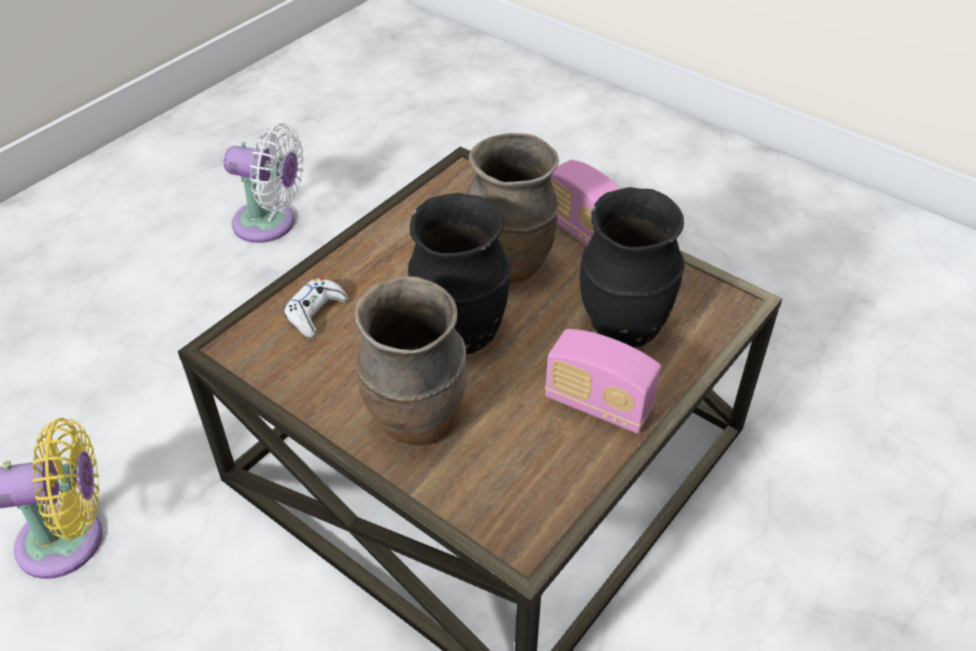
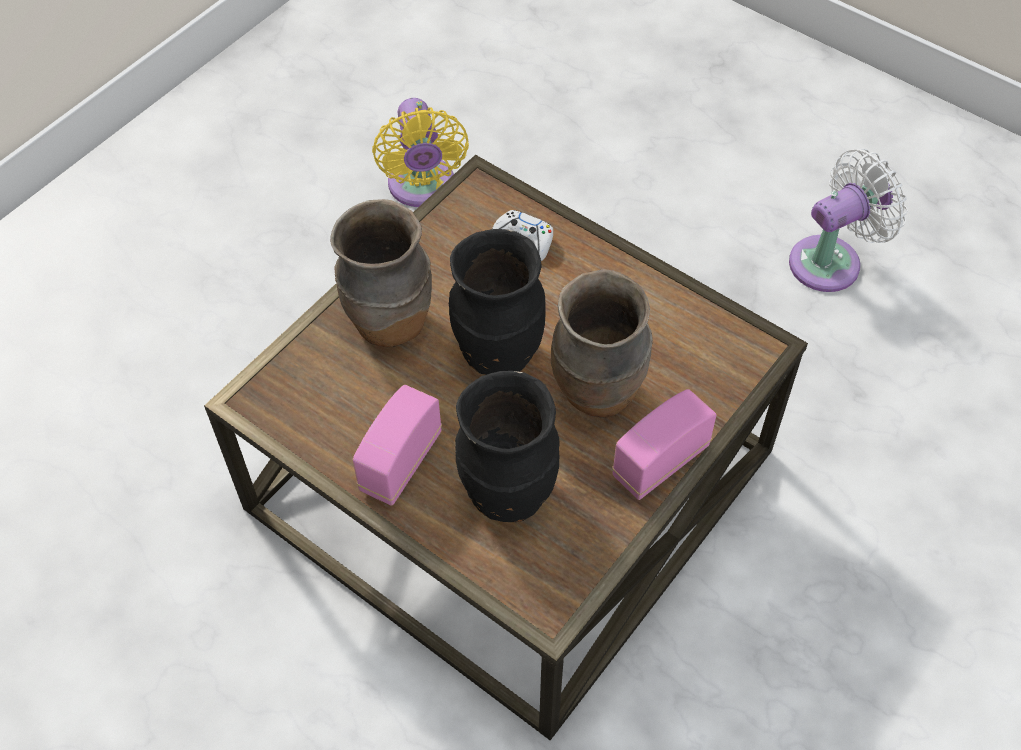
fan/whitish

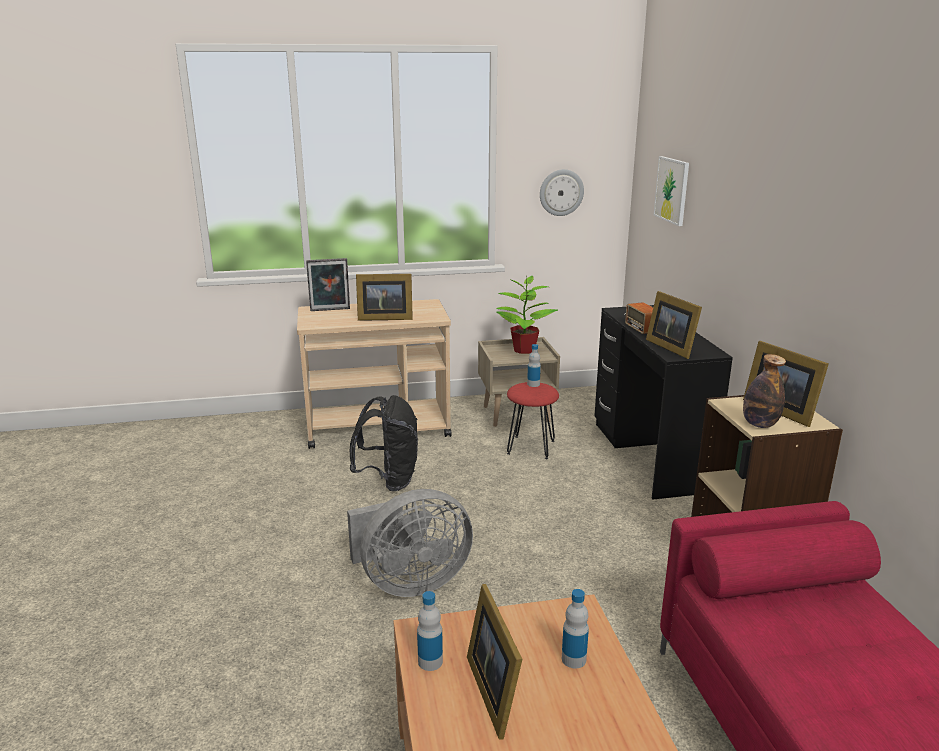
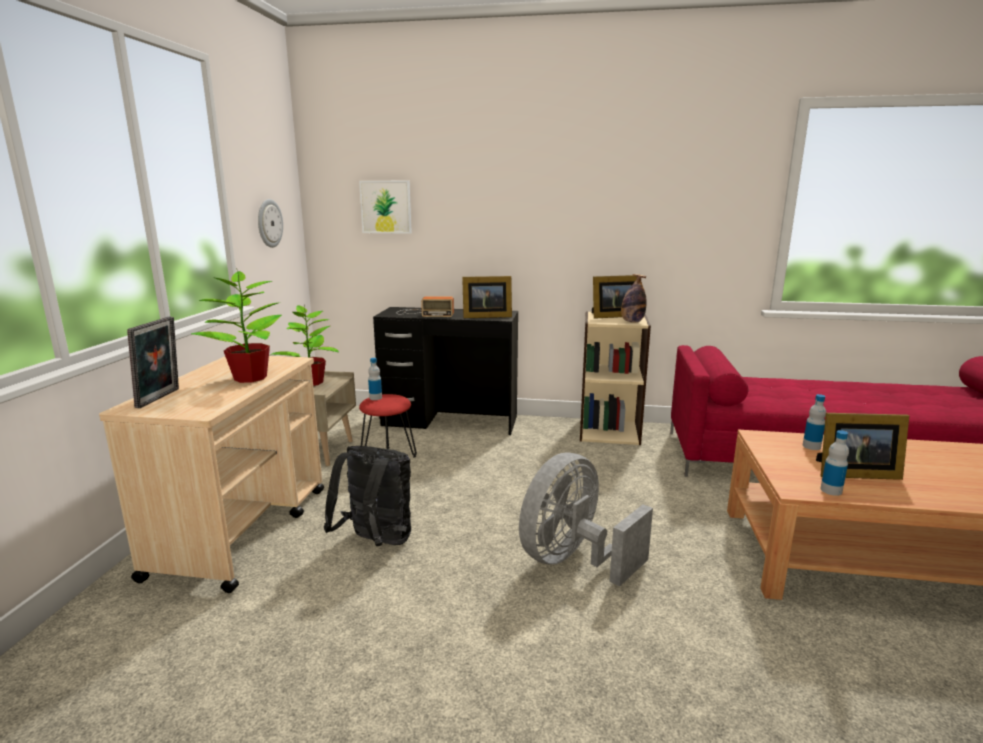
fan/greyish
houseplant (1st from left)

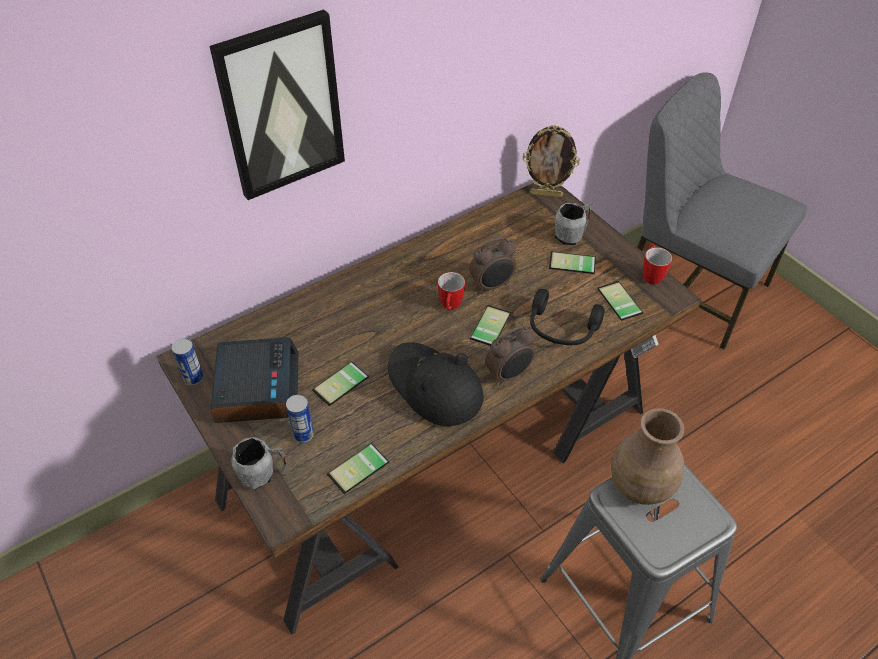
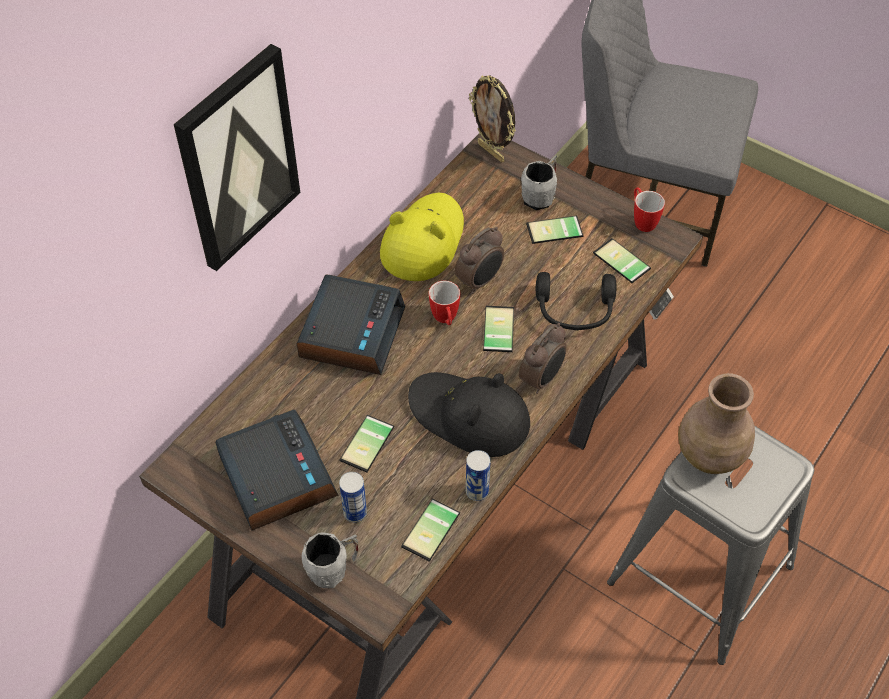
sealed can (2nd from left)
standing frame
alarm clock (2nd from left)
clothing hat/yellow

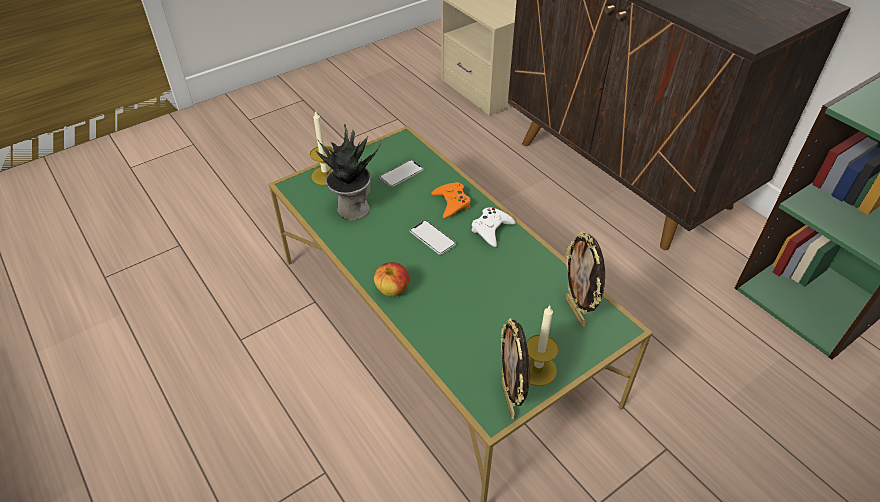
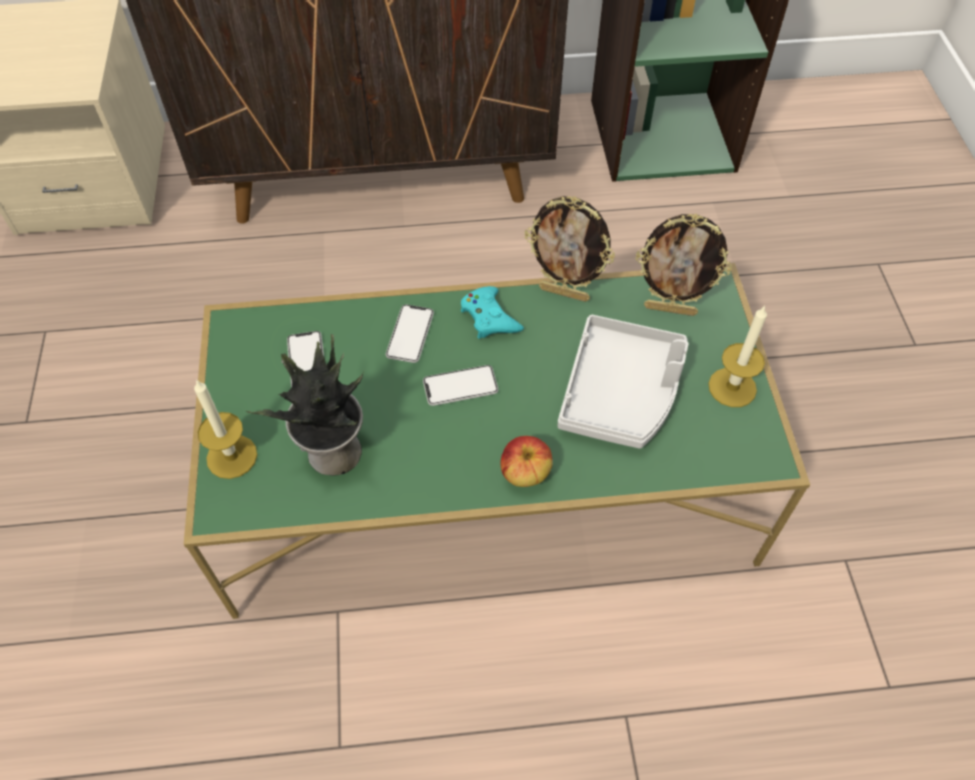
telephone (2nd from left)
game controller/turquoise
standing frame (1st from left)
serving tray/greyish

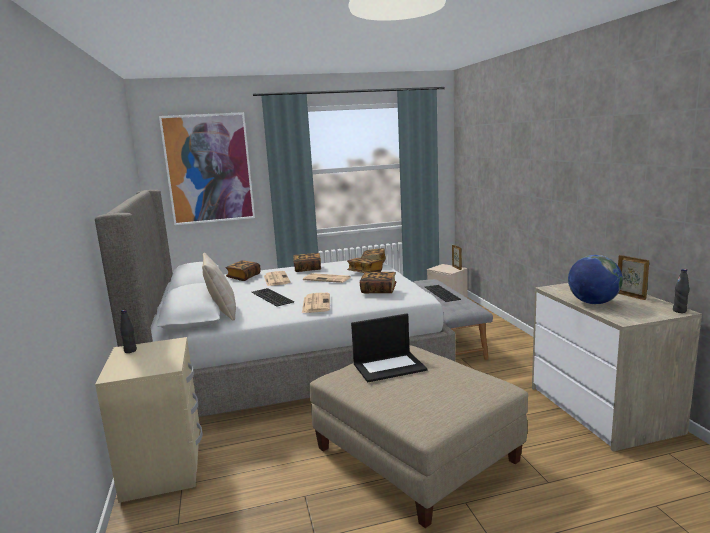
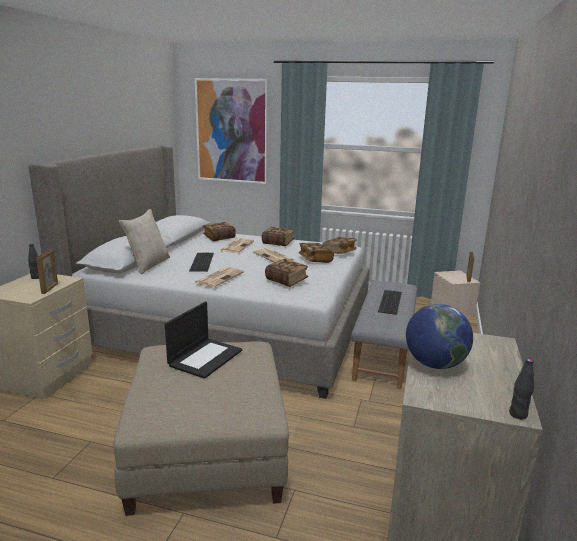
laptop
standing frame (1st from left)

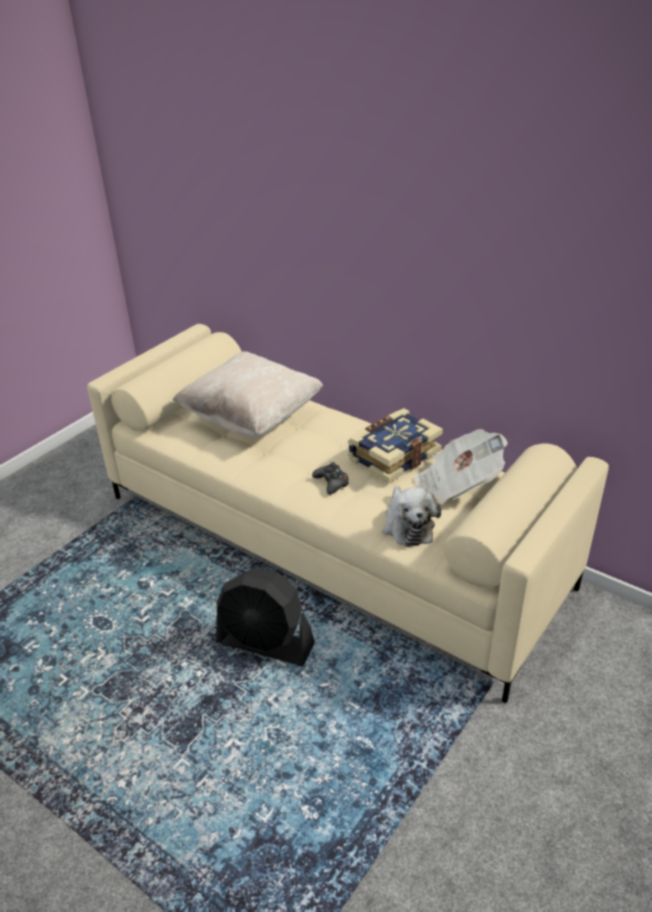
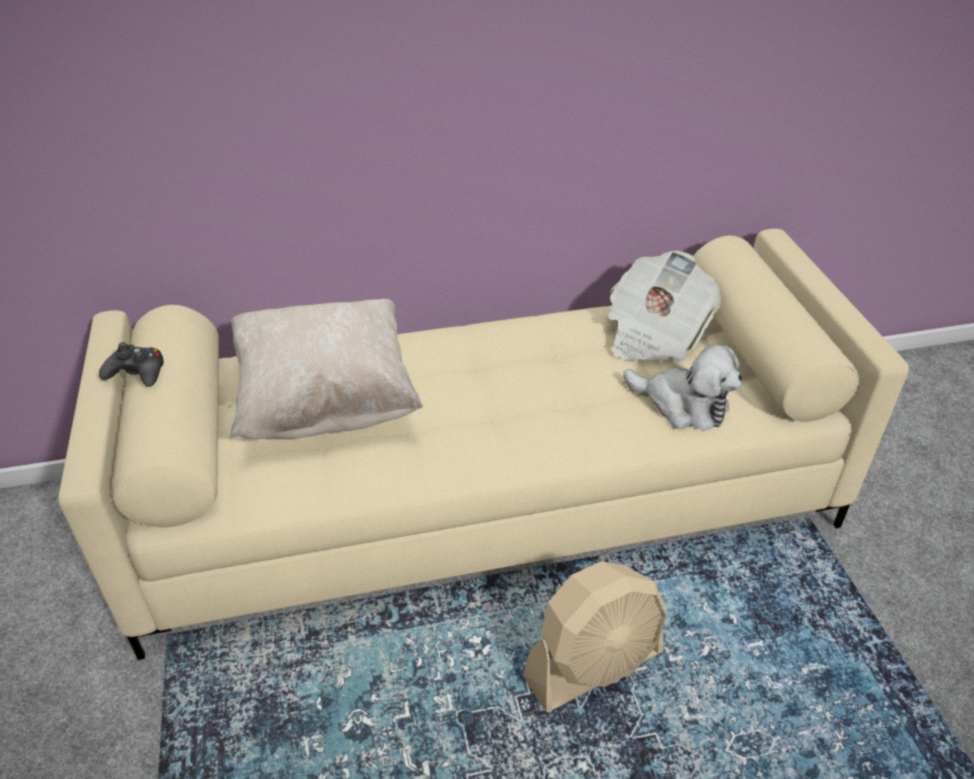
fan/sand-coloured
game controller/blackish
book

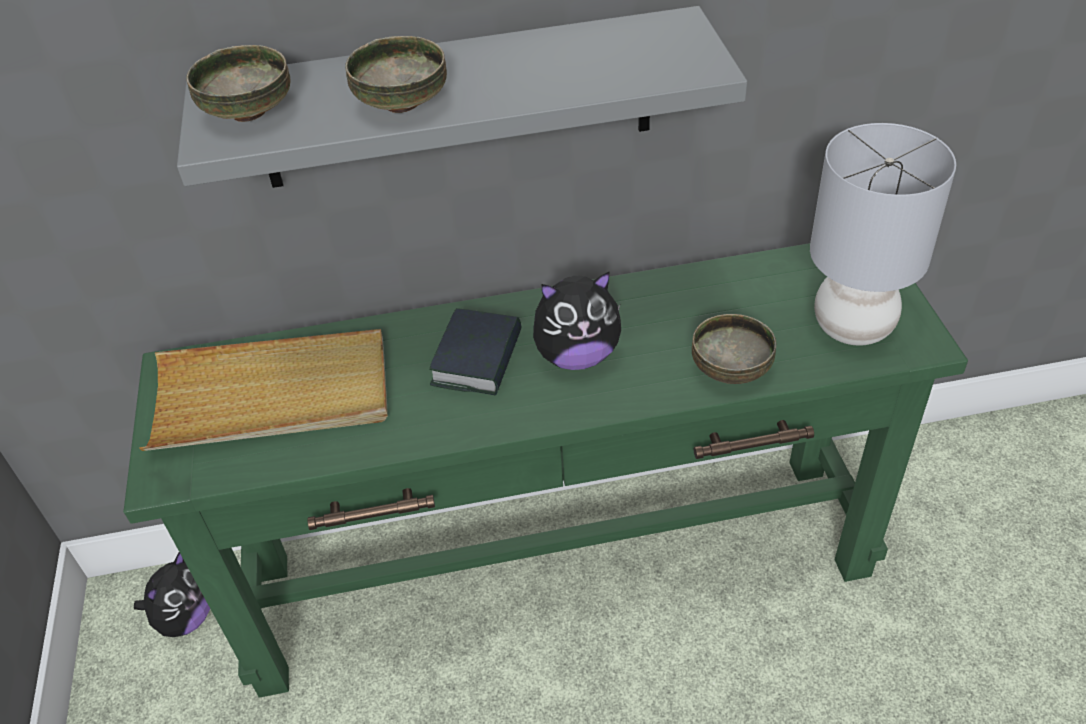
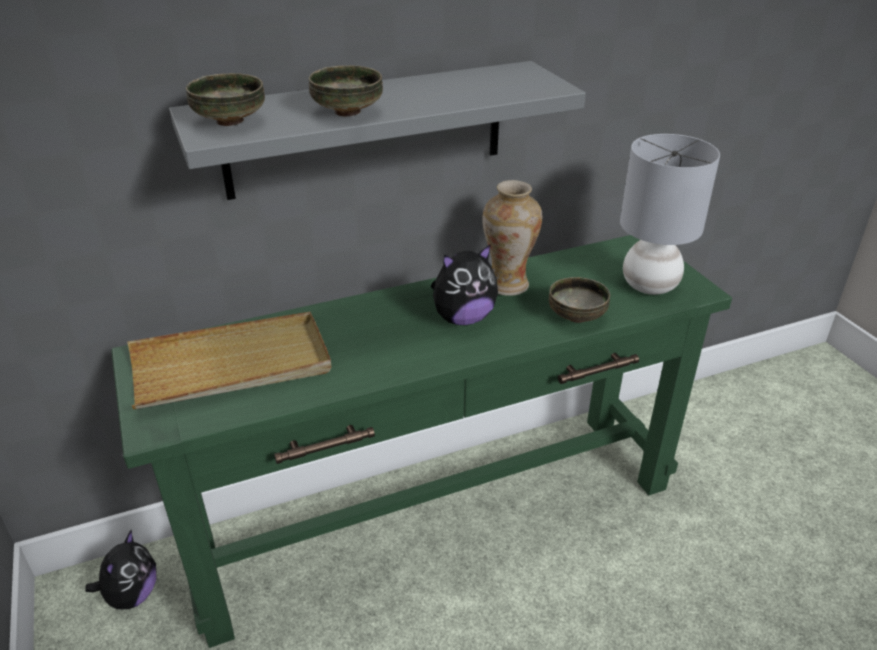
book
flower vase

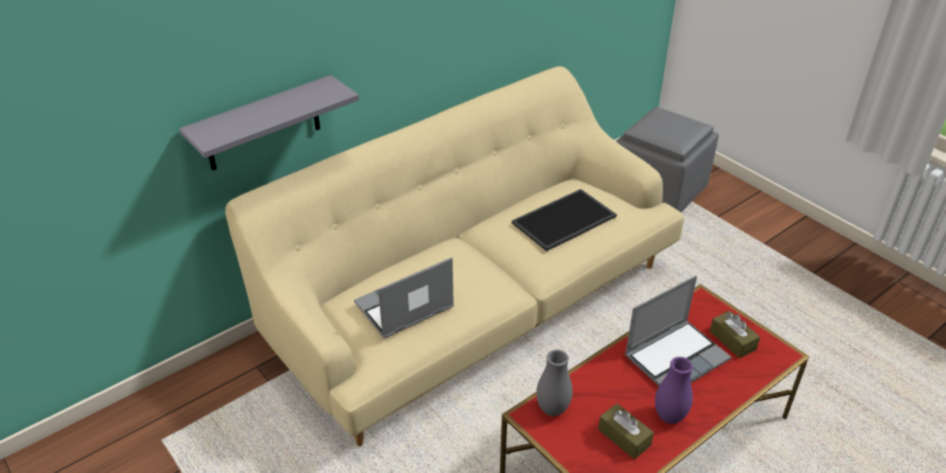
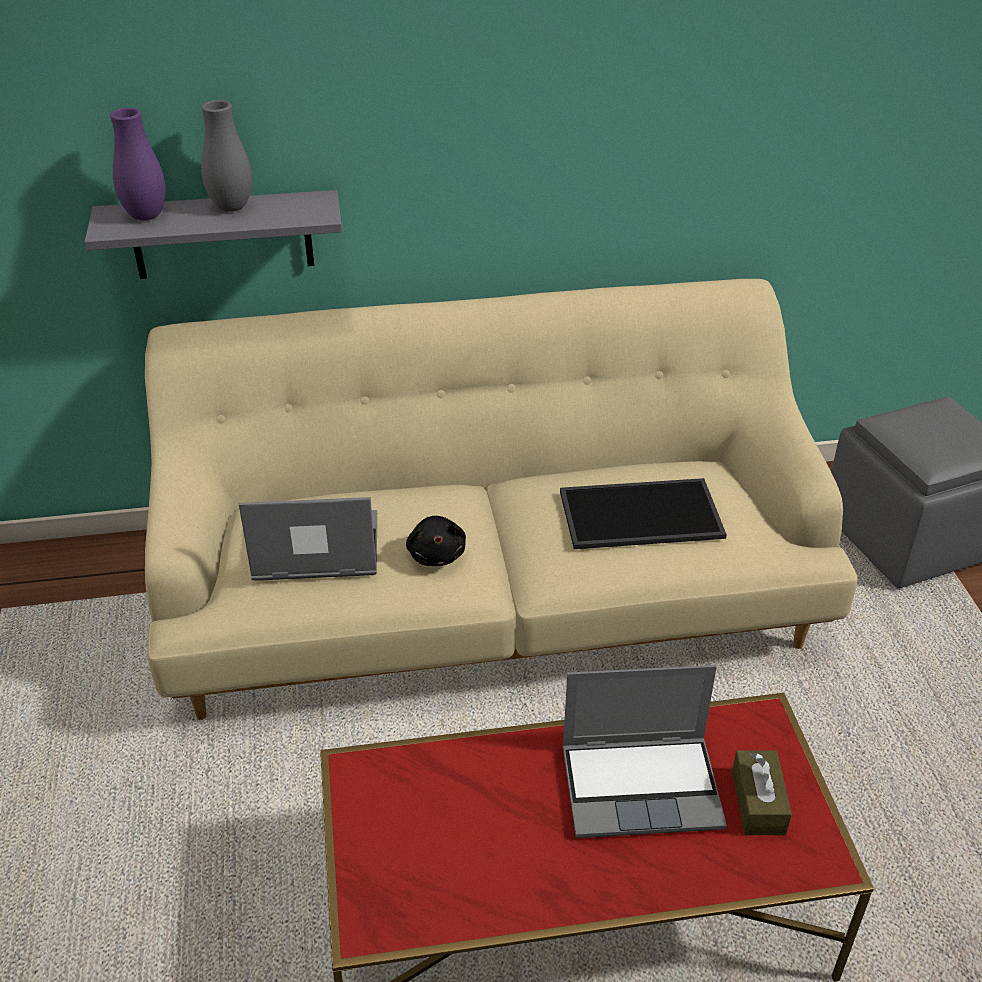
flower vase/greyish
box of tissues/brown-coloured (1st from left in the first image)
flower vase/purplish
cuddly toy/blackish

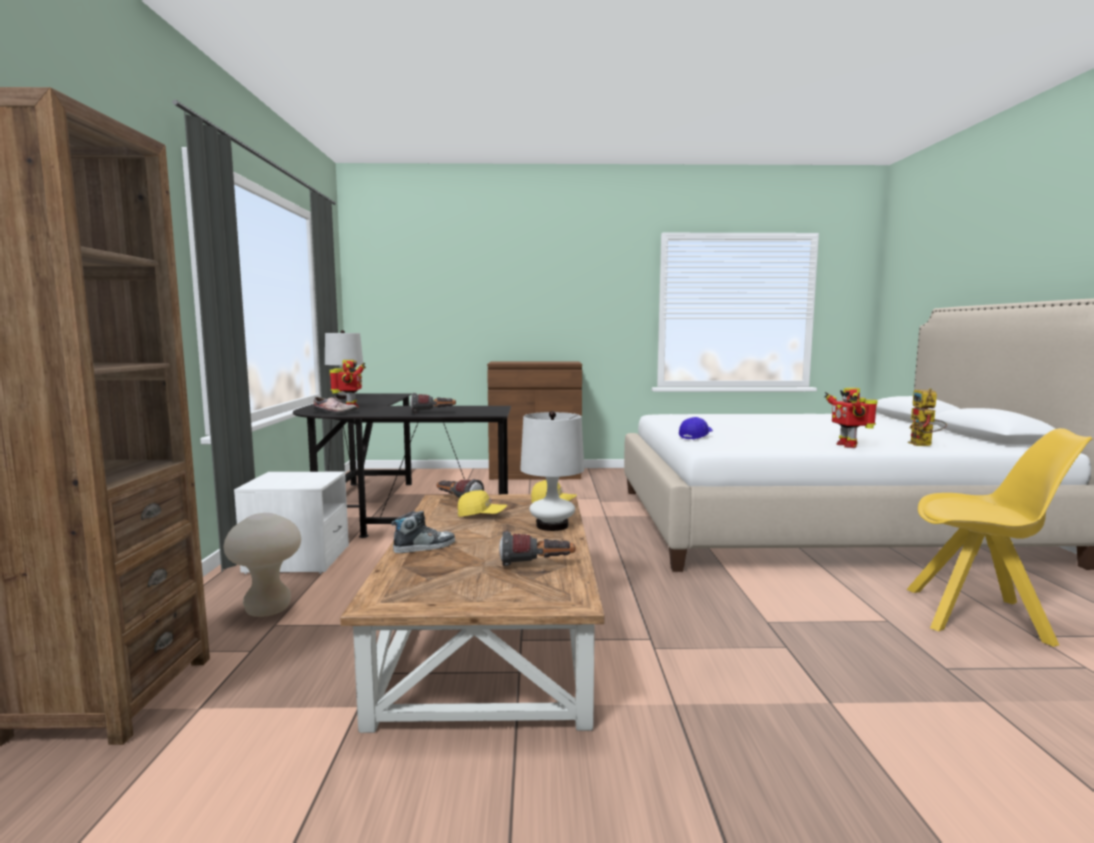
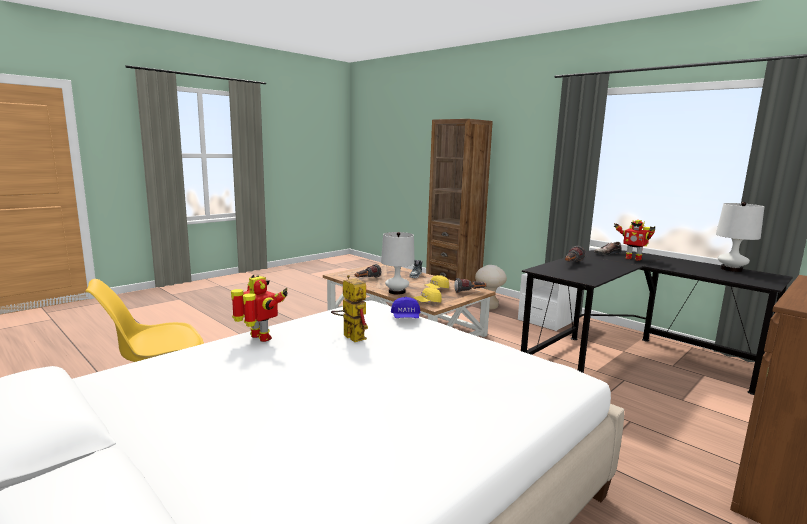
toy robot (2nd from left)

